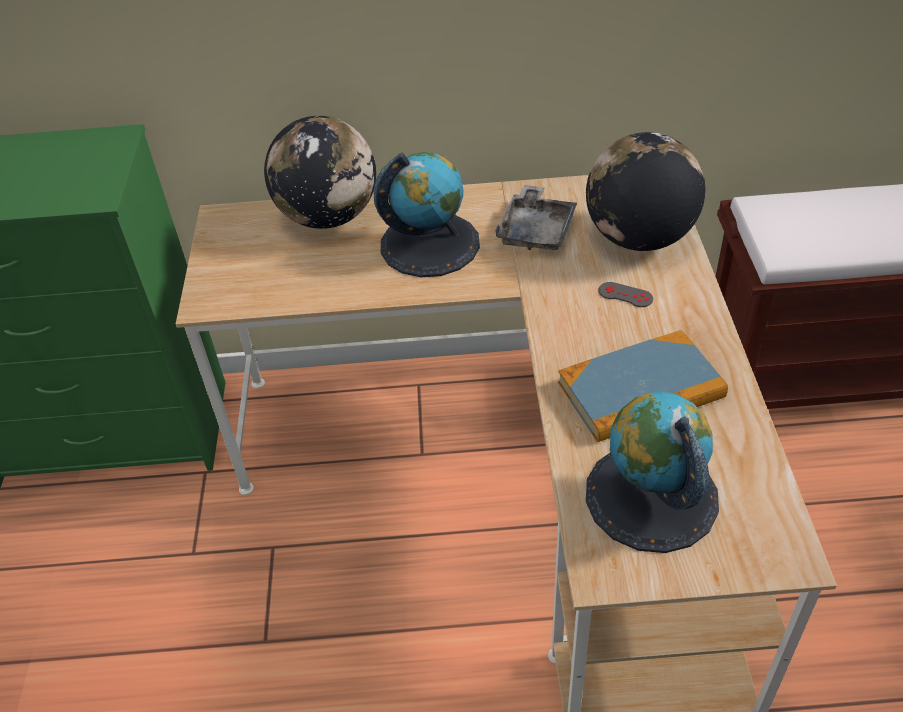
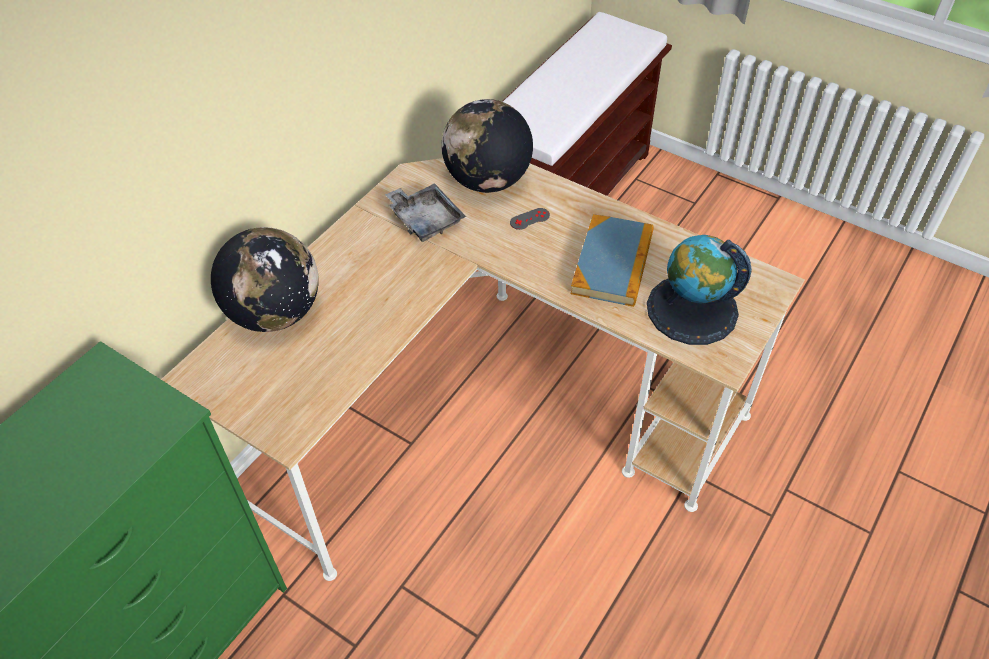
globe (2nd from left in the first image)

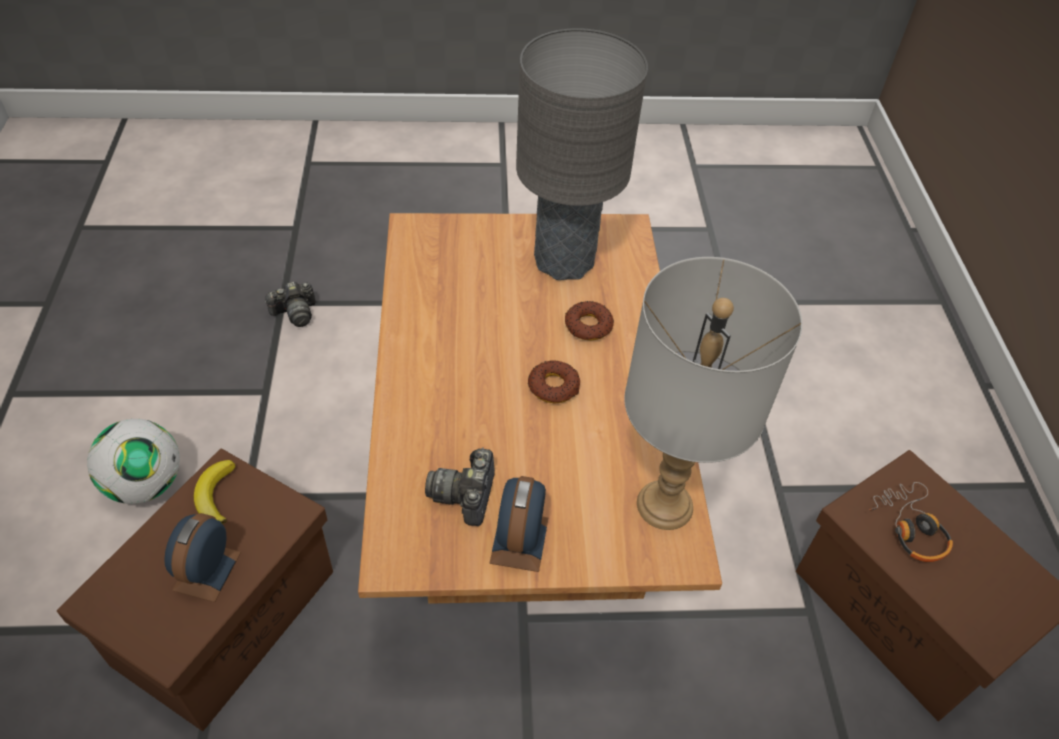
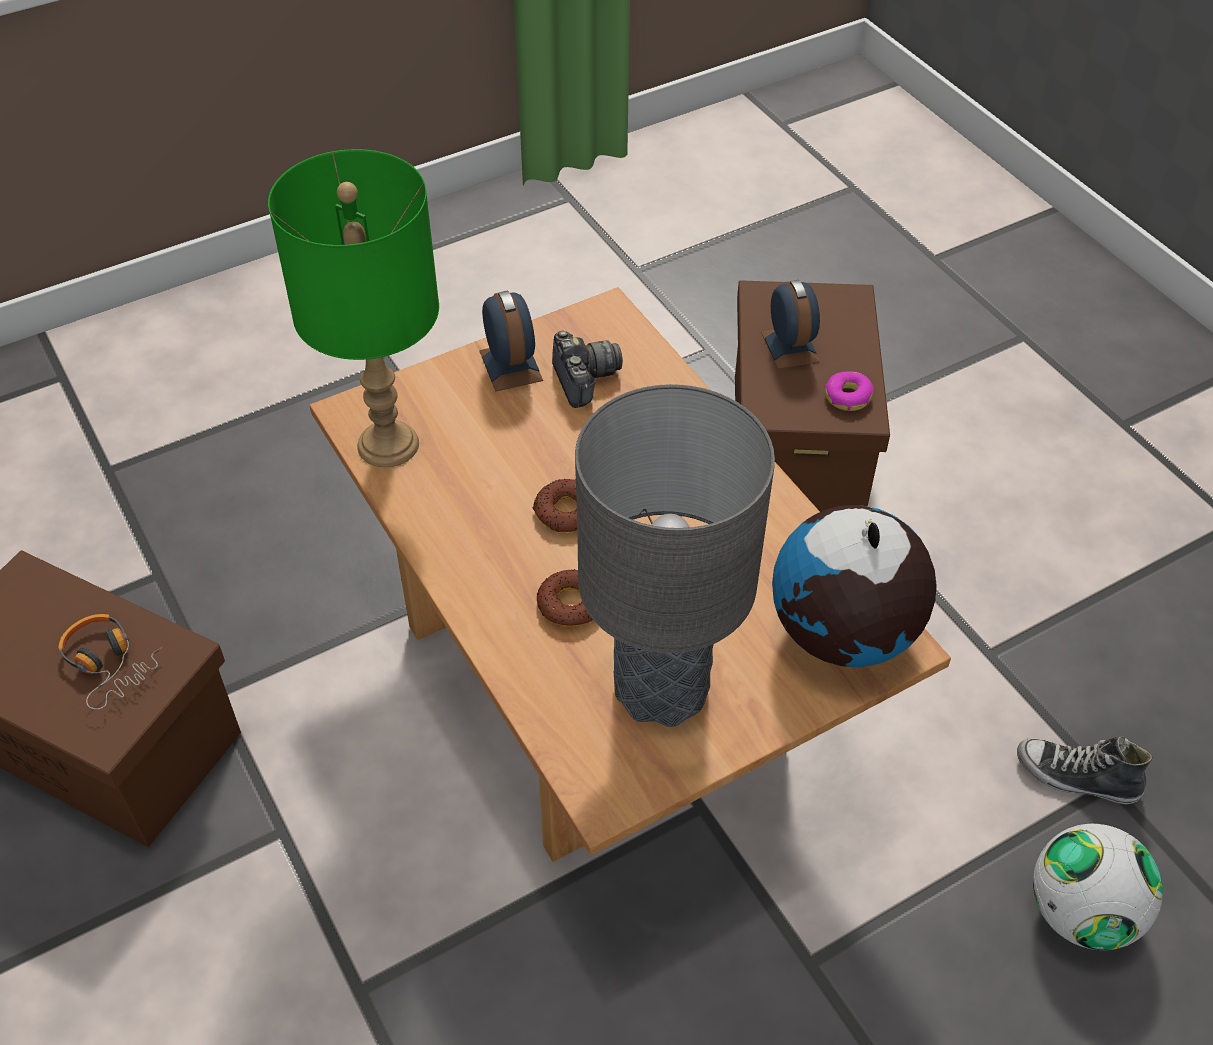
ball for football
ring doughnut (3rd from left)
item of footwear
lamp for a table/greenish
globe

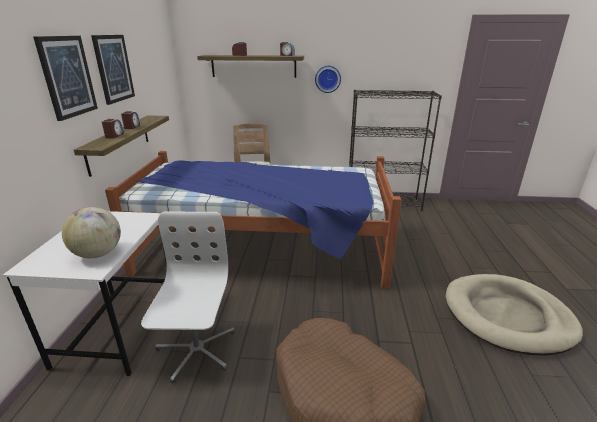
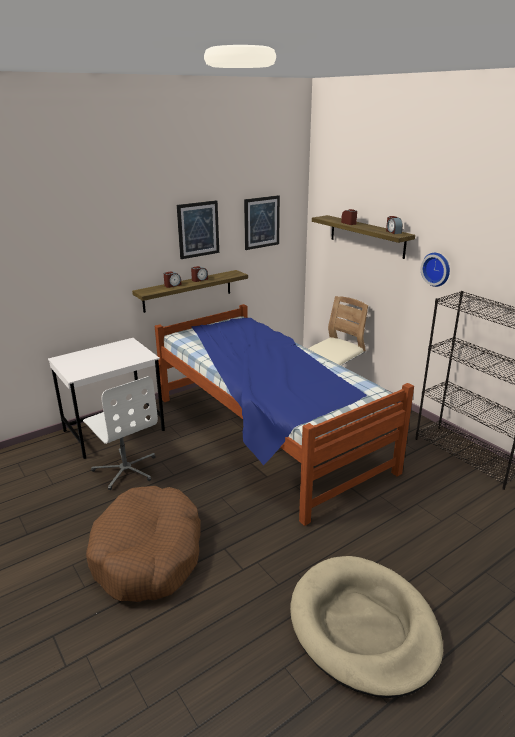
wall art (2nd from left)
globe
office chair/whitish

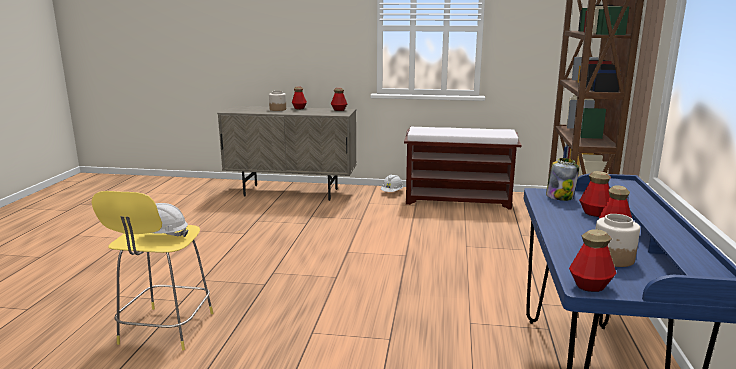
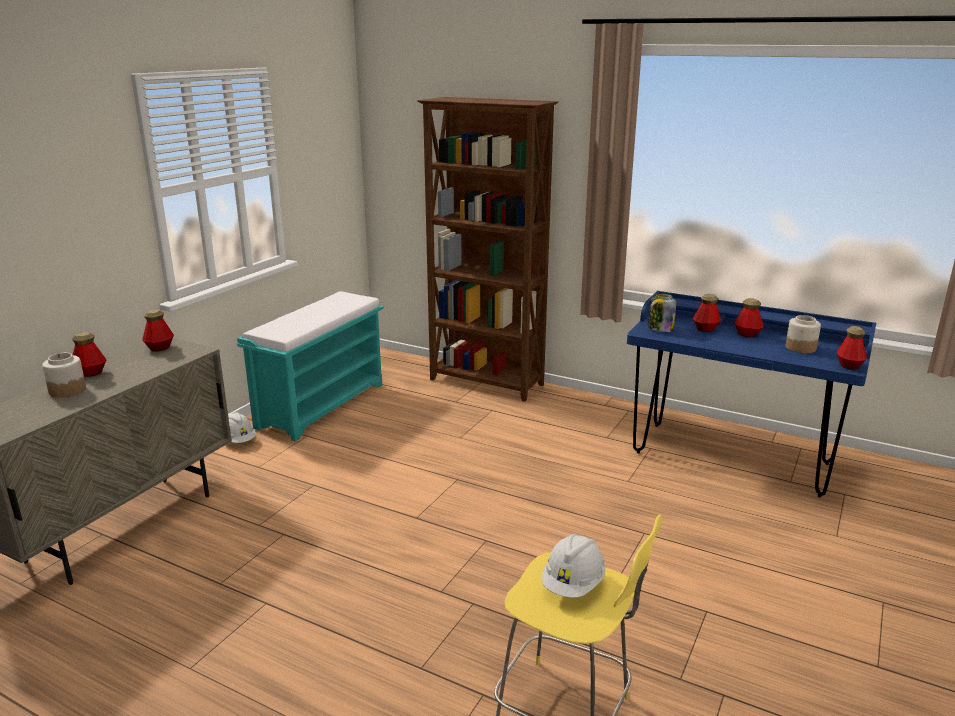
indoor bench/turquoise

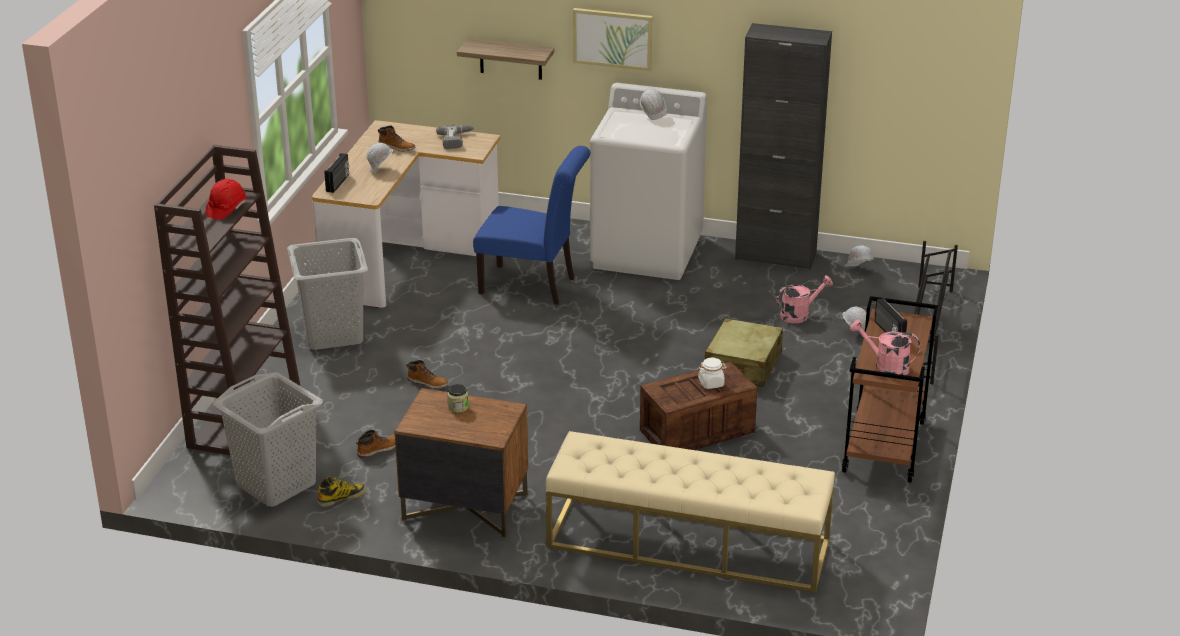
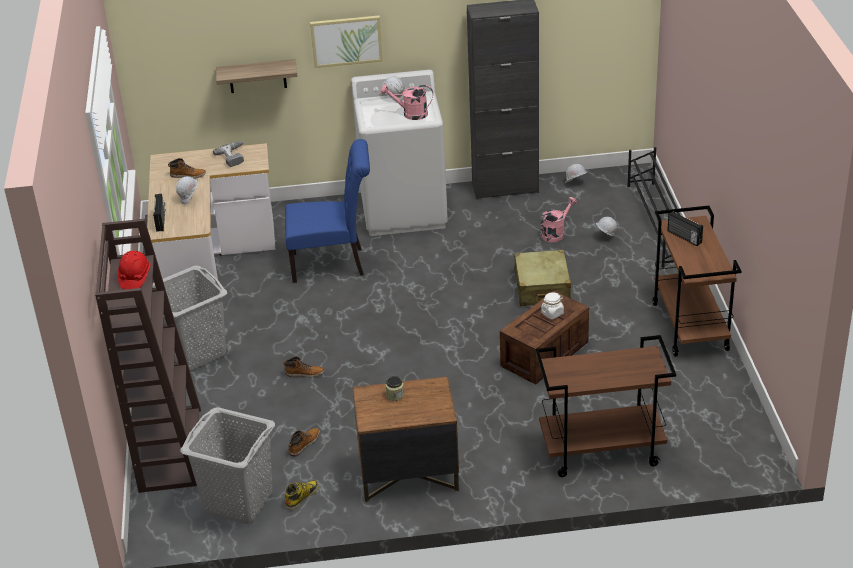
cart/brown-coloured (1st from left)
watering can/pink-coloured (1st from left)

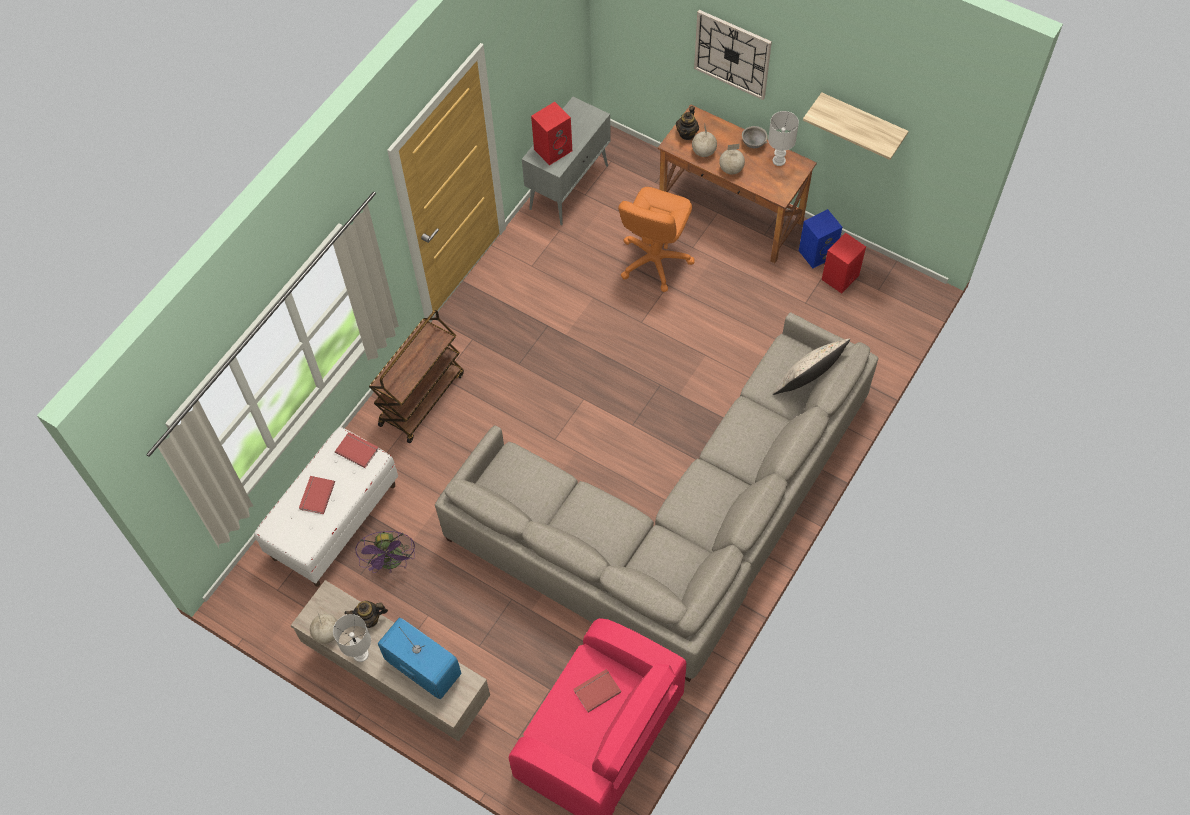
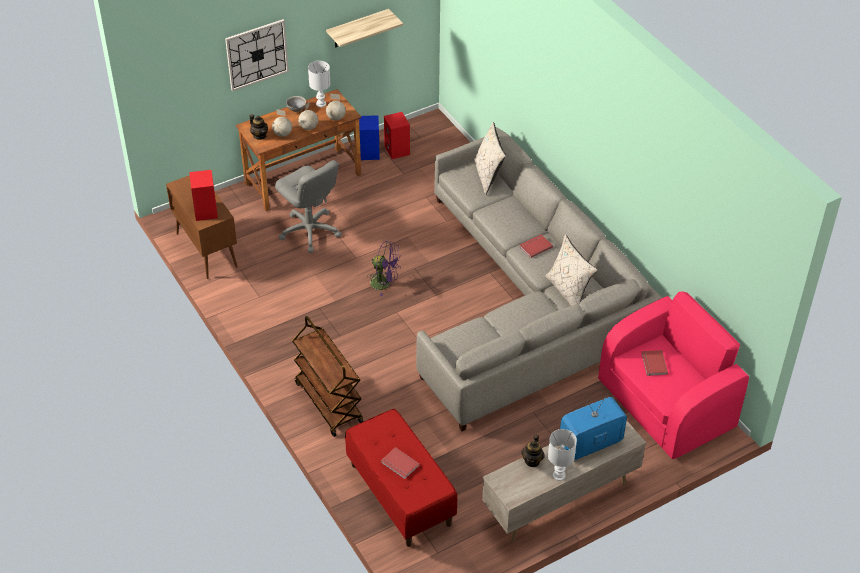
indoor bench/red-coloured
globe (3rd from left)
book/red-coloured (2nd from left)
fan/purplish
storage cabinet/brown-coloured
office chair/greyish
pillow/sand-coloured (2nd from left)

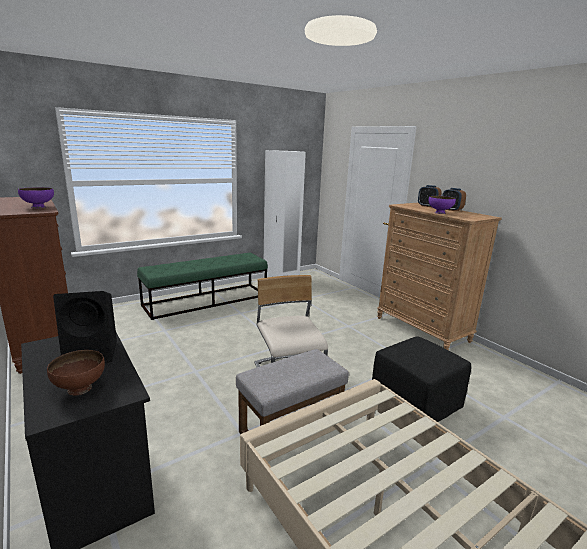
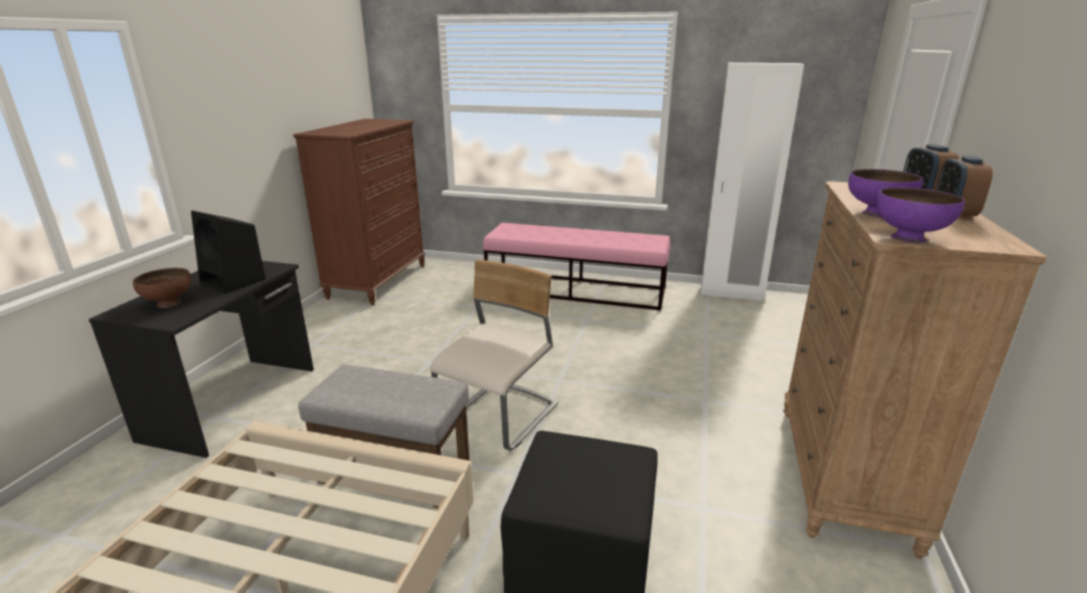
serving bowl/purplish (2nd from left)
indoor bench/pink-coloured

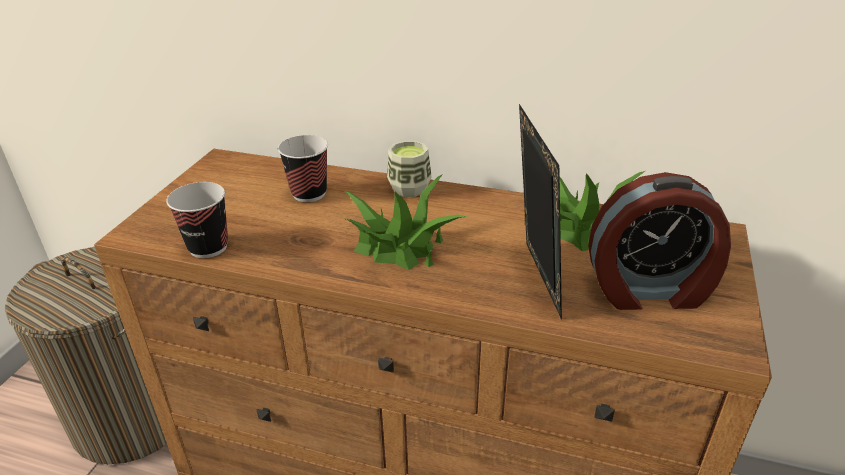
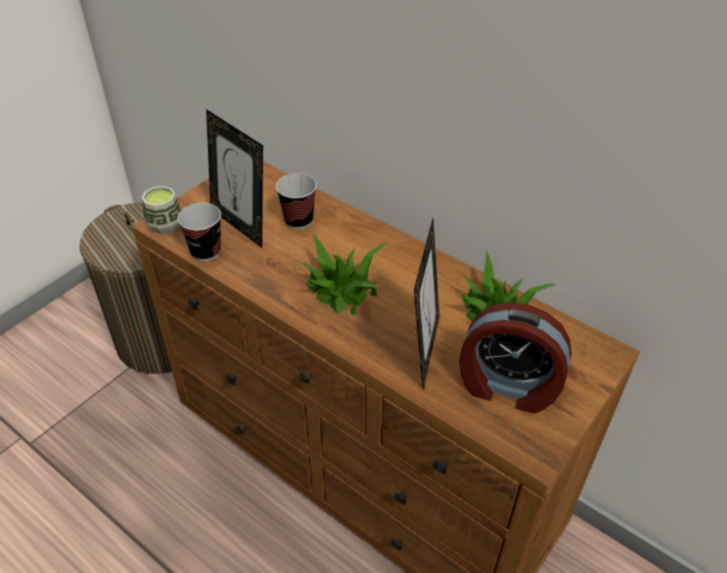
drinking cup (1st from left)
standing frame (1st from left)

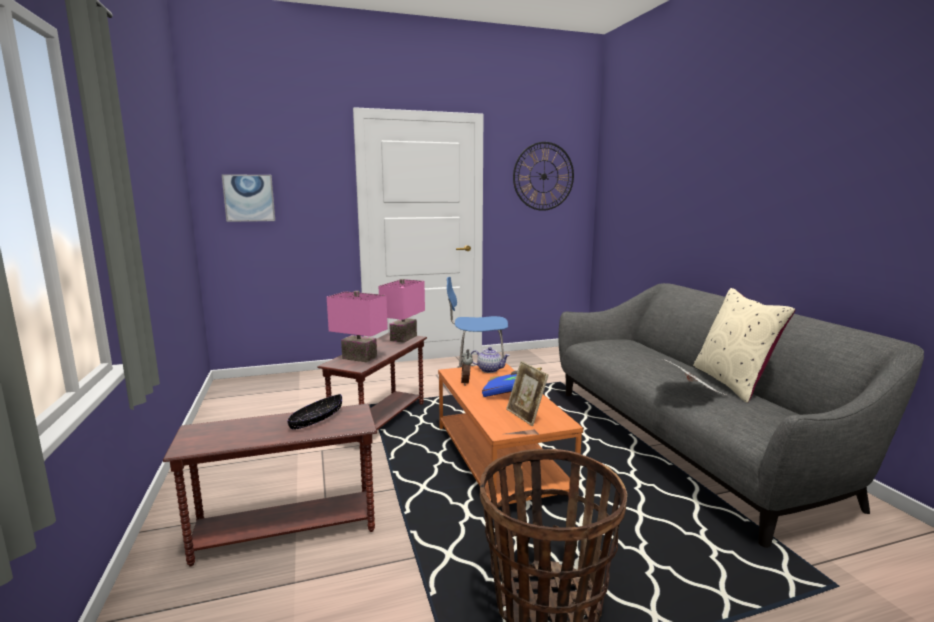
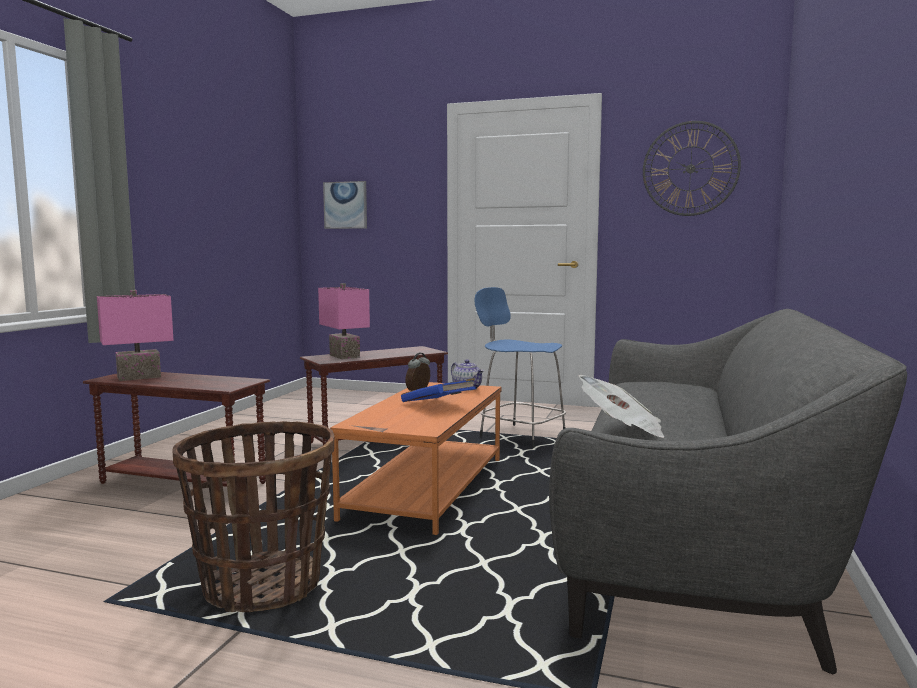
serving bowl/blackish
lamp for a table/pink-coloured (1st from left)
standing frame
pillow/sand-coloured

